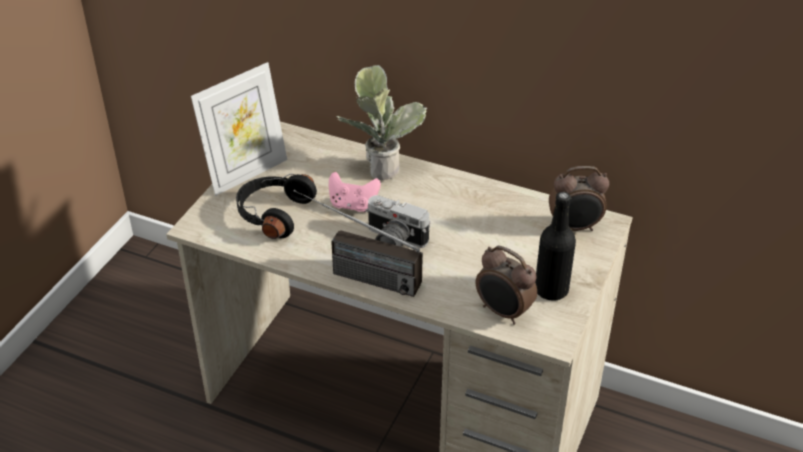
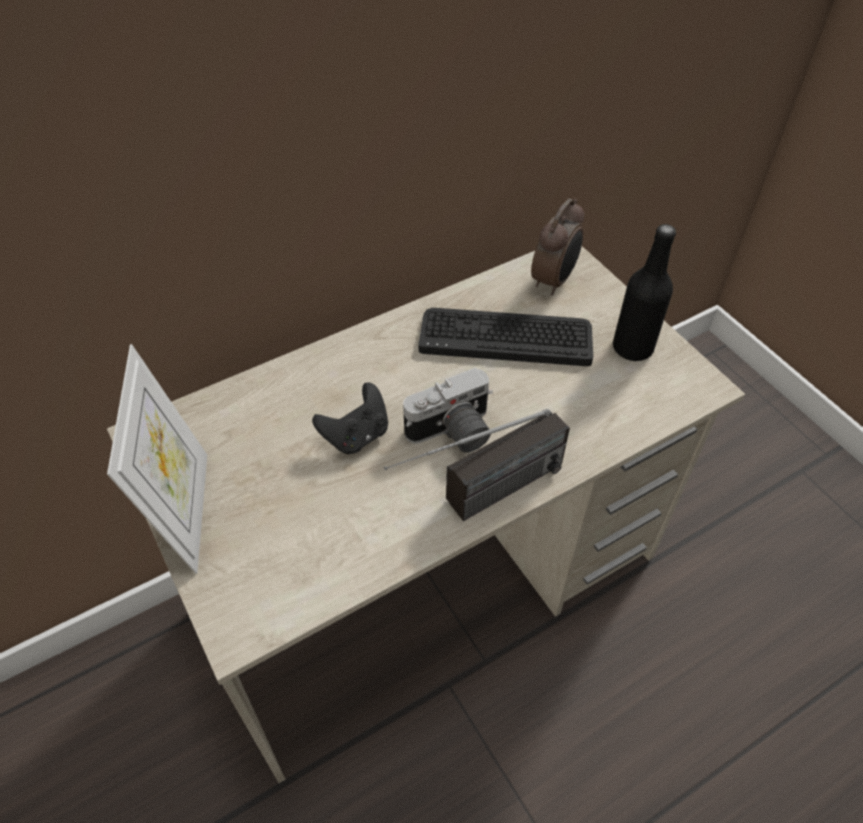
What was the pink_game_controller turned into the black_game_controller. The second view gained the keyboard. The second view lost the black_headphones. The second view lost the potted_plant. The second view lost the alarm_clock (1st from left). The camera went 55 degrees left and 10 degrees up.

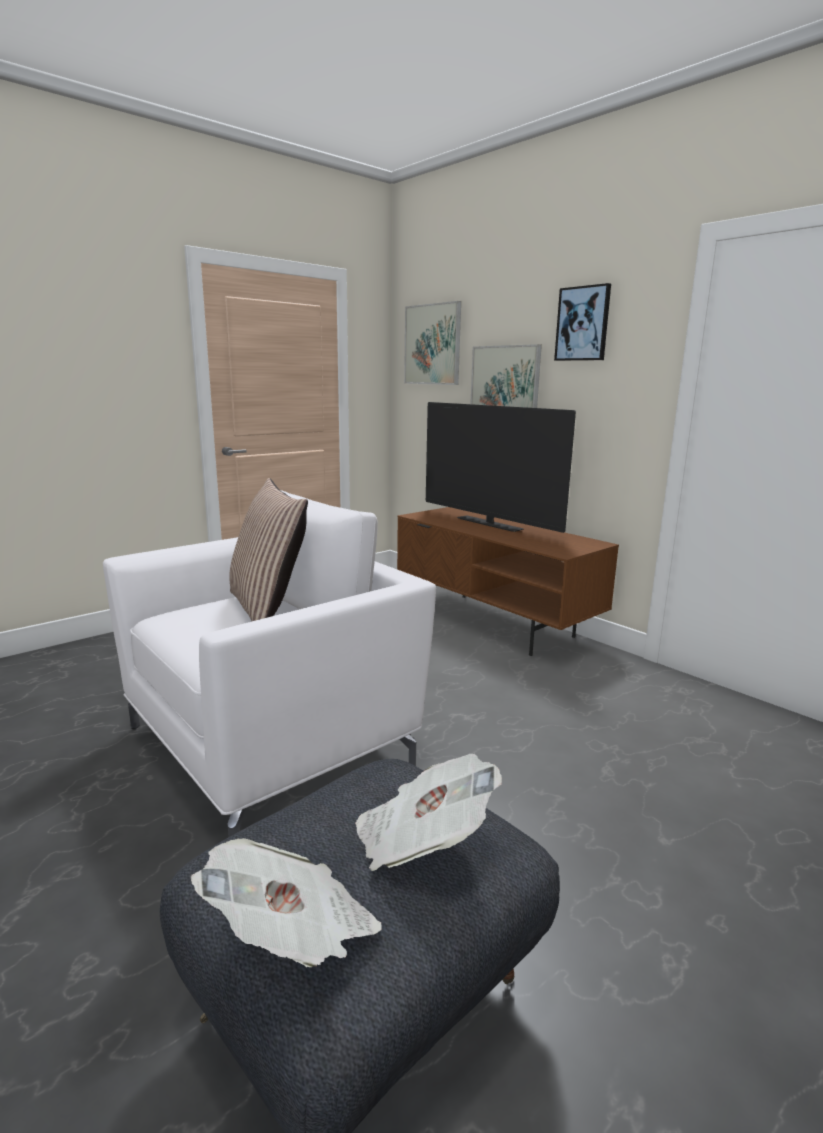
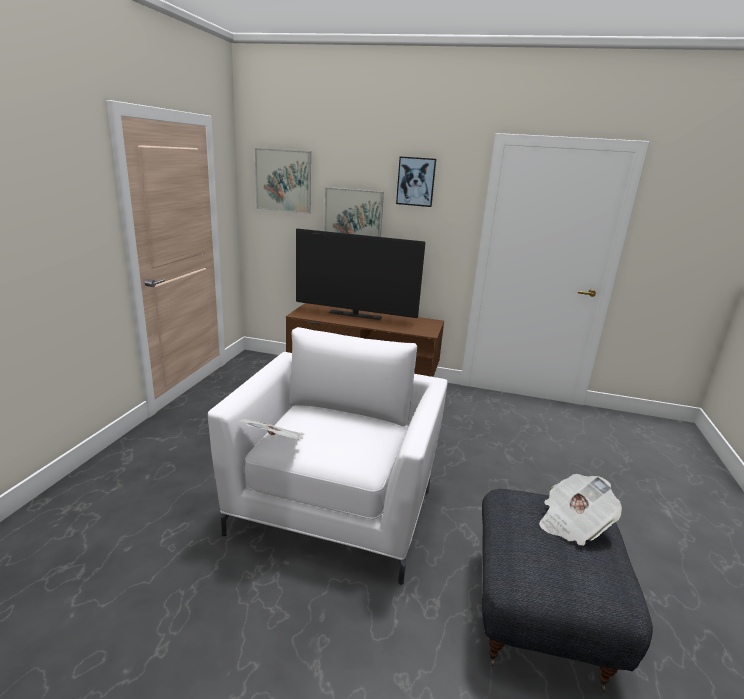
The newspaper (1st from left) ended up elsewhere. The second view lost the pillow. The camera went 35 degrees left and 5 degrees up.

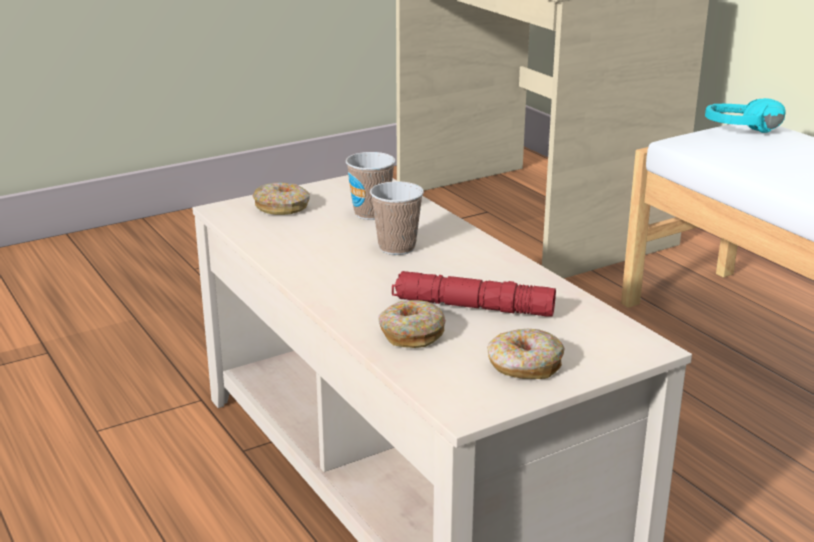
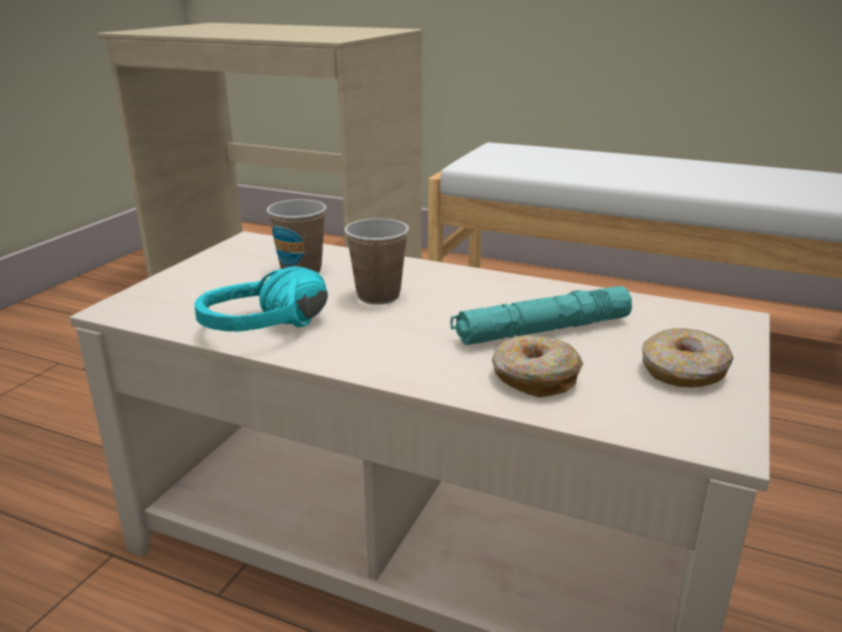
The turquoise_headphones ended up elsewhere. What was the red_flashlight turned into the turquoise_flashlight. The second view lost the donut (1st from left). The camera went 35 degrees left and 0 degrees up.

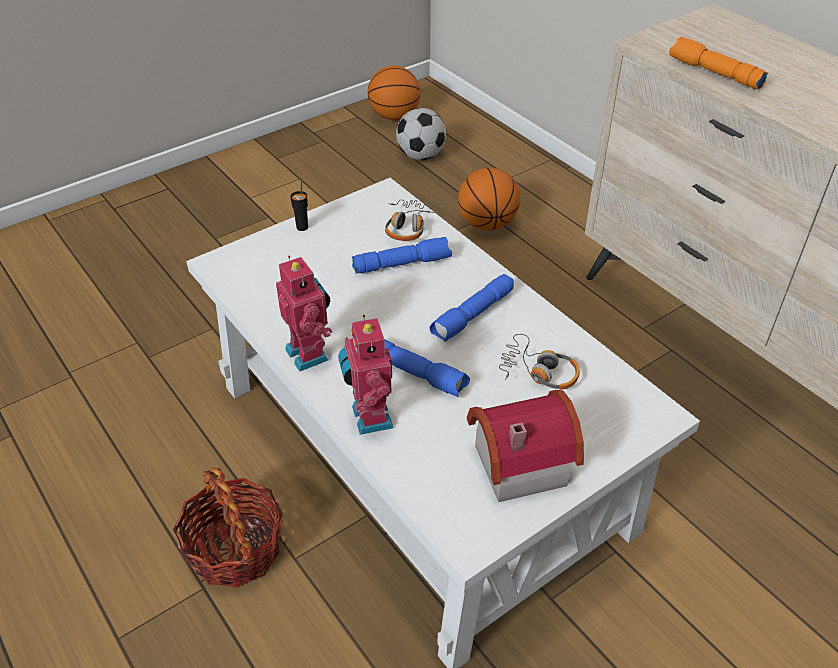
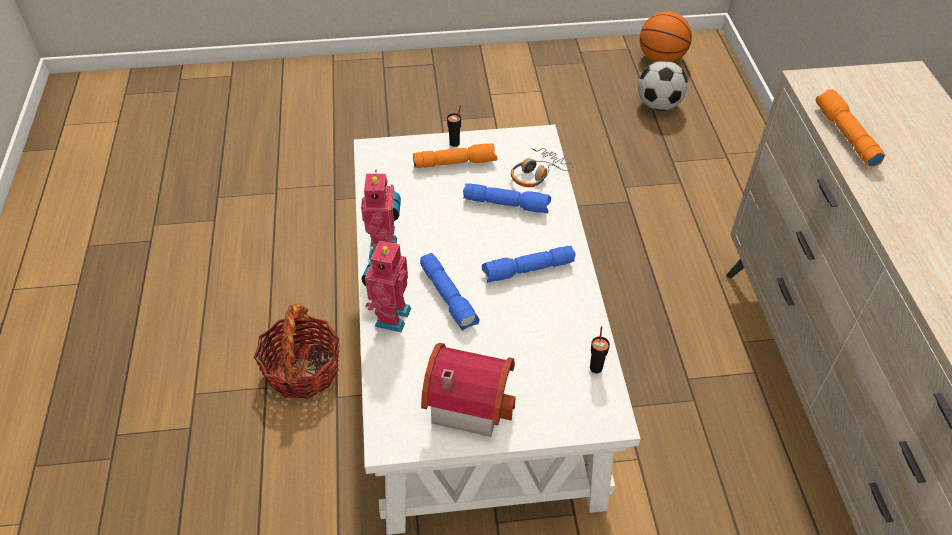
The second view gained the orange_flashlight (1st from left). The second view gained the black_cup (2nd from left). The second view lost the basketball (2nd from left). The second view lost the headphones (2nd from left). The camera went 30 degrees right and 5 degrees up.

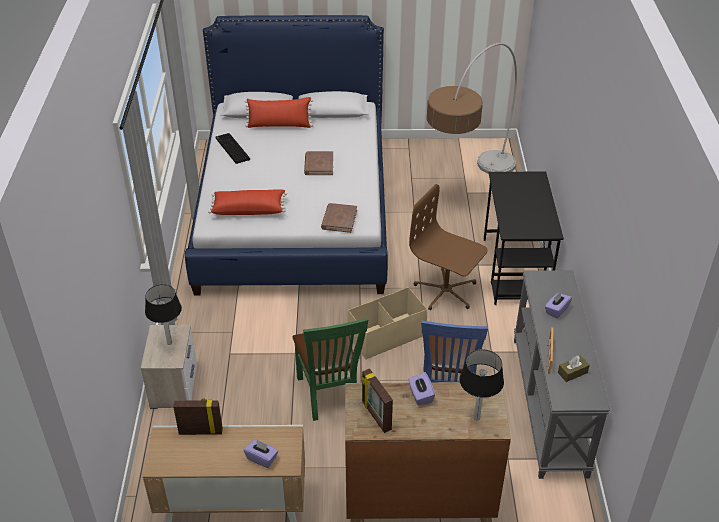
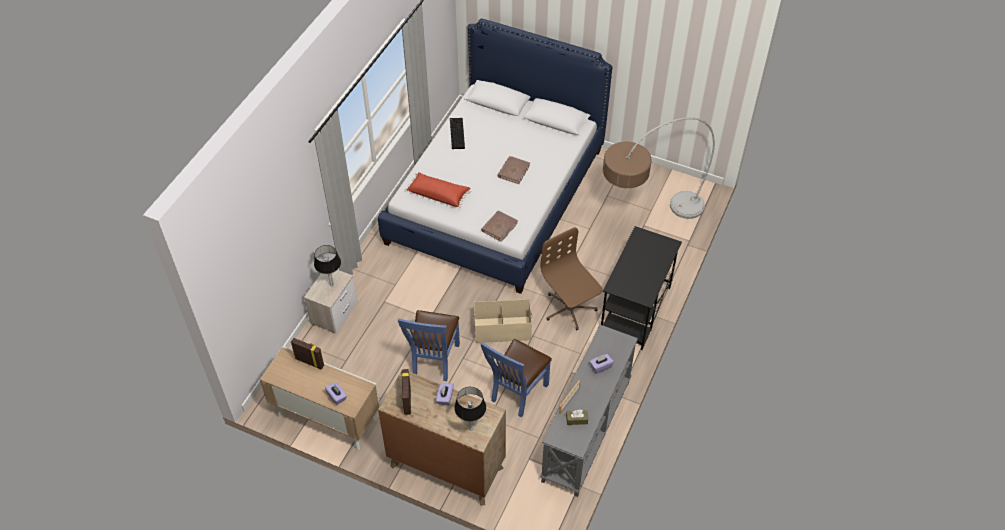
What was the green_chair turned into the blue_chair (1st from left). The second view lost the red_pillow (2nd from left). The camera went 25 degrees right and 10 degrees up.

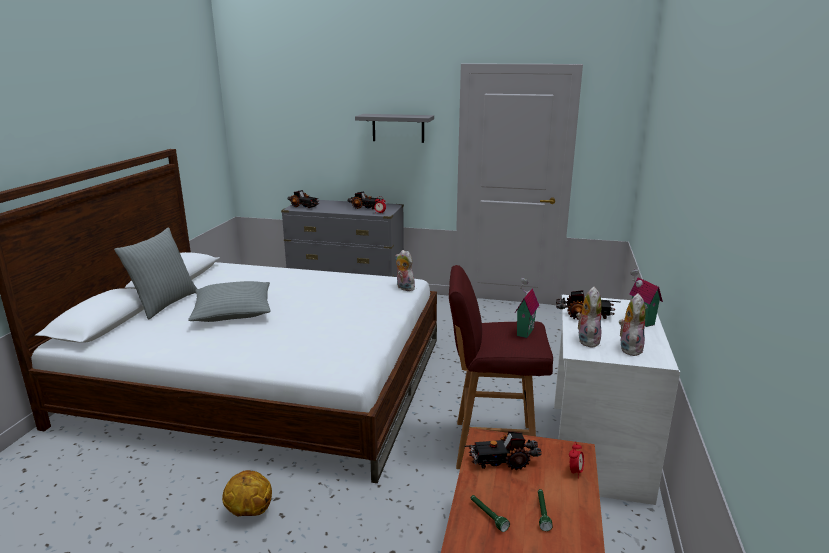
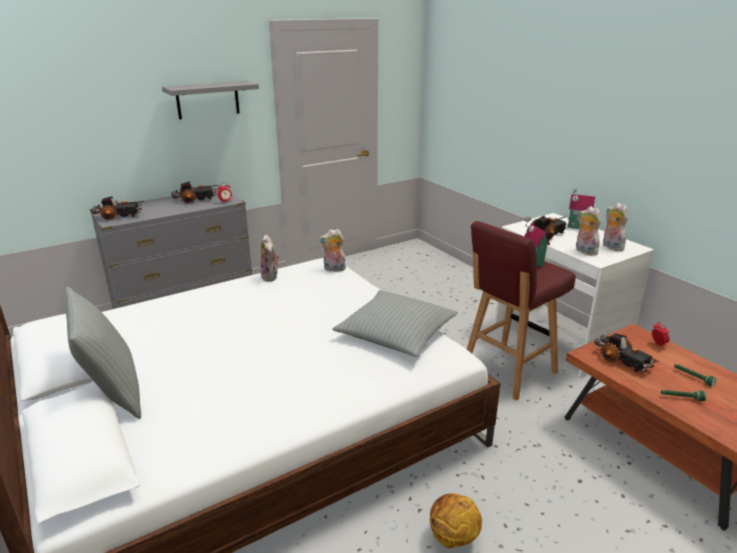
The second view gained the plush_toy (1st from left). The grey_pillow (2nd from left) ended up elsewhere. The toy_truck (3rd from left in the first image) ended up facing another way, 75 degrees counterclockwise from before. The camera went 45 degrees left and 5 degrees up.

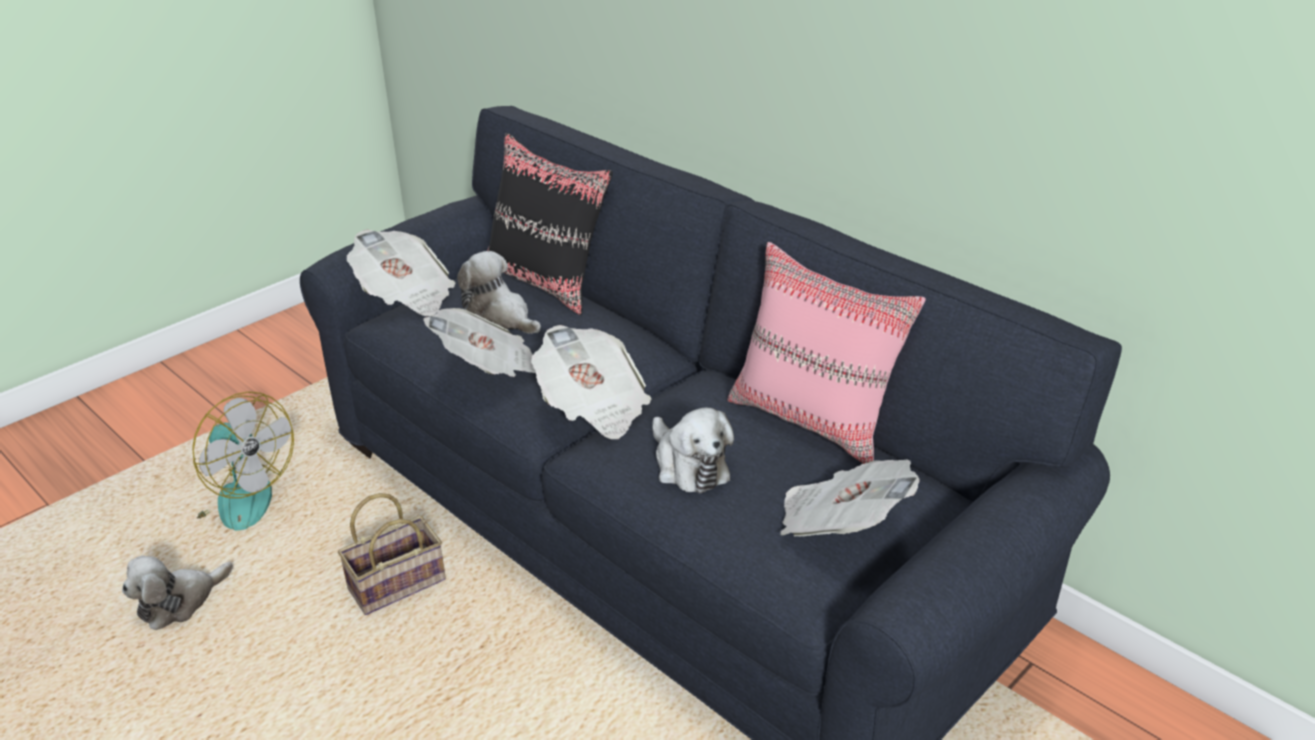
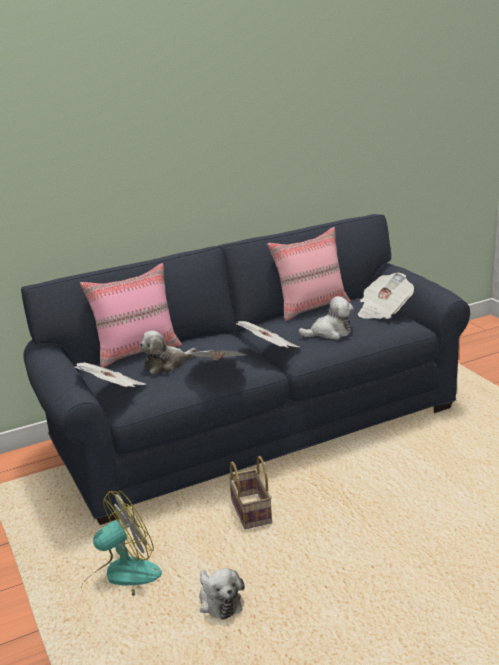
What was the black_pillow turned into the pink_pillow (1st from left). The camera went 70 degrees left and 10 degrees down.

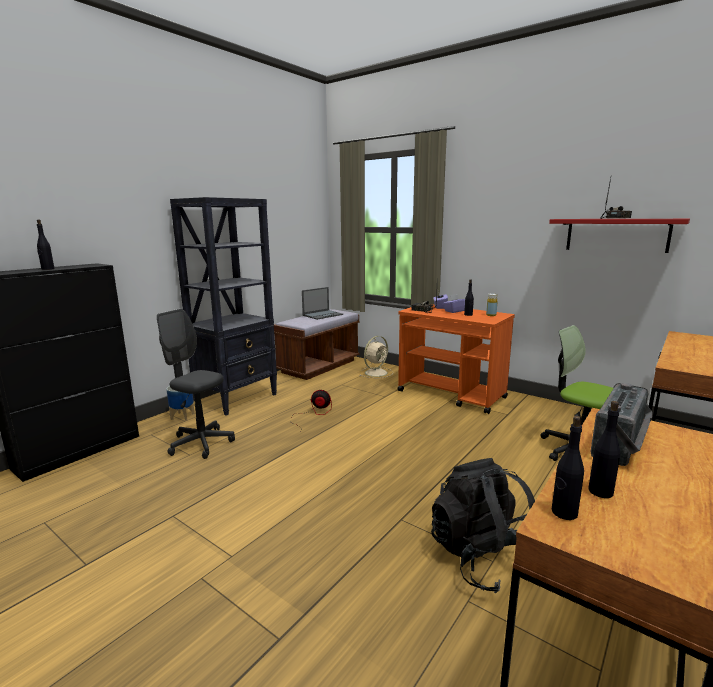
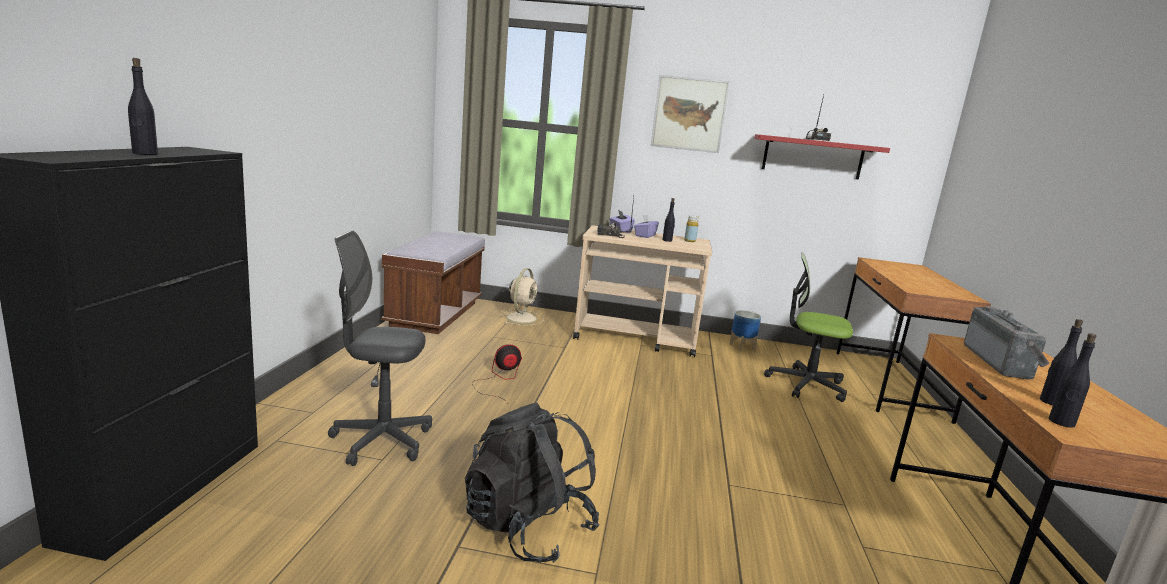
The black_backpack ended up elsewhere. What was the orange_cart turned into the beige_cart. The second view gained the picture. The planter ended up elsewhere. The second view lost the black_bookcase. The second view lost the laptop. The camera went 30 degrees left and 0 degrees up.

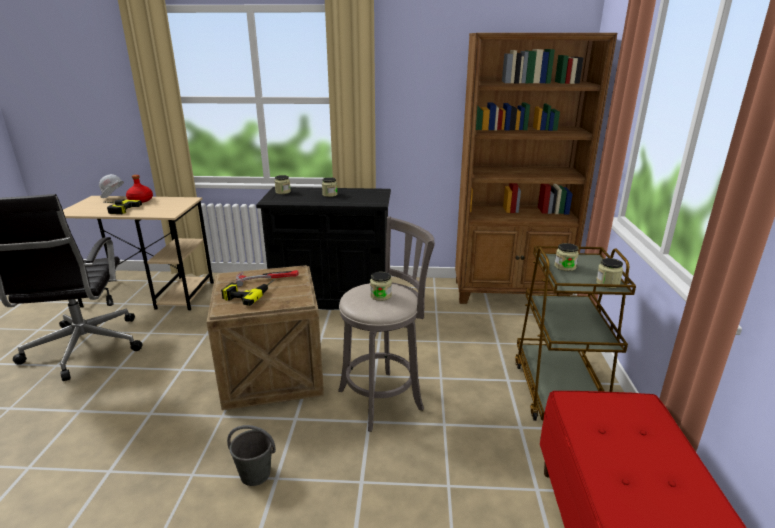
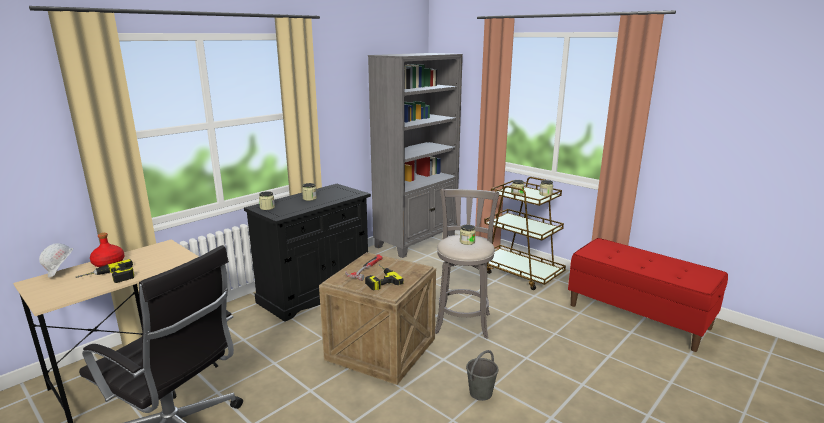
What was the brown_bookcase turned into the grey_bookcase. The camera went 50 degrees left and 5 degrees down.

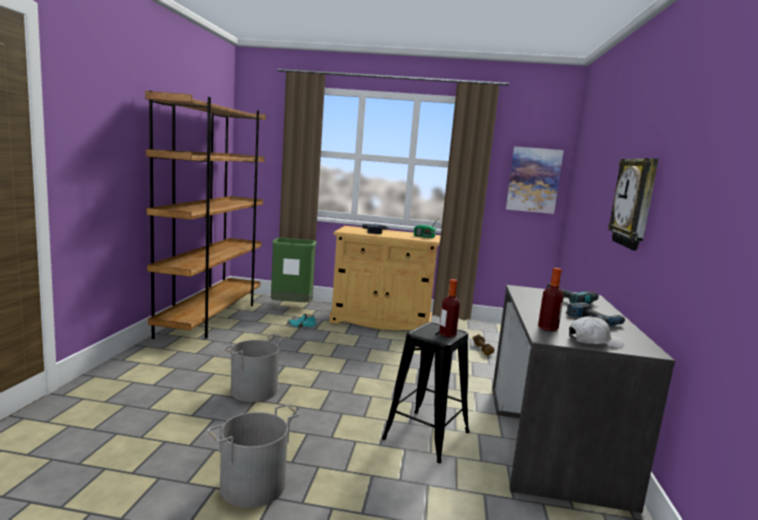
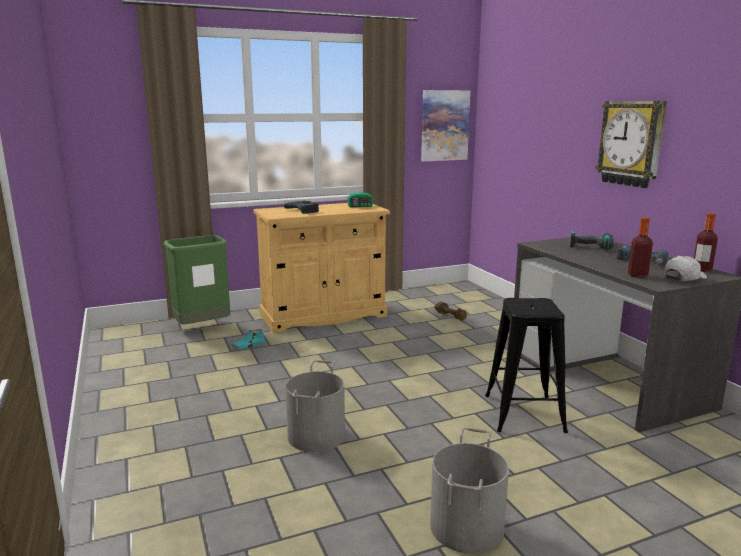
The bottle (1st from left in the first image) ended up elsewhere. The second view lost the brown_bookcase. The camera went 30 degrees left and 5 degrees up.

